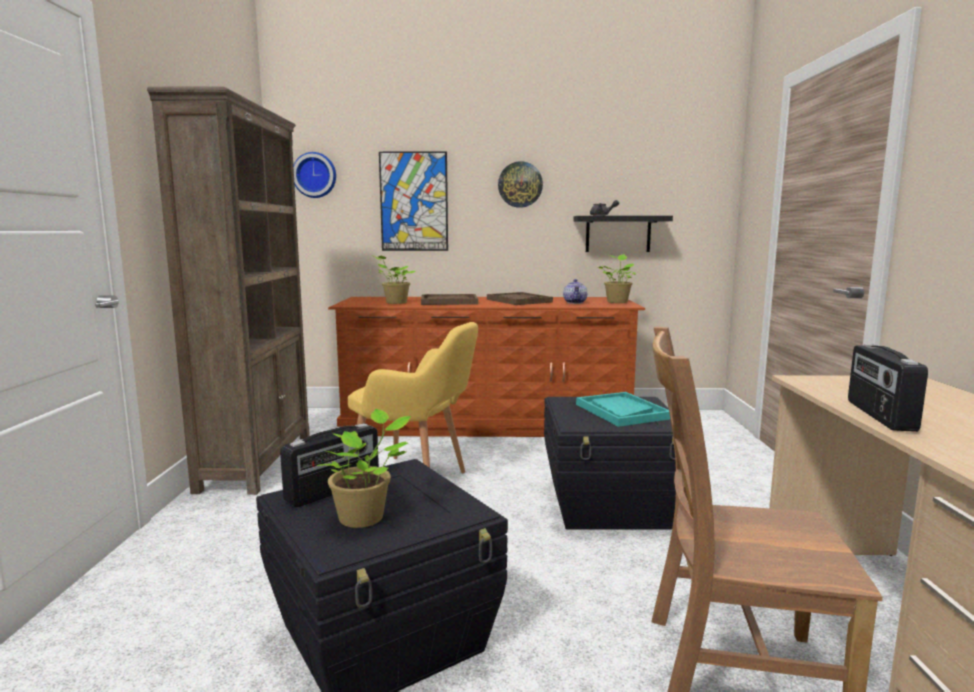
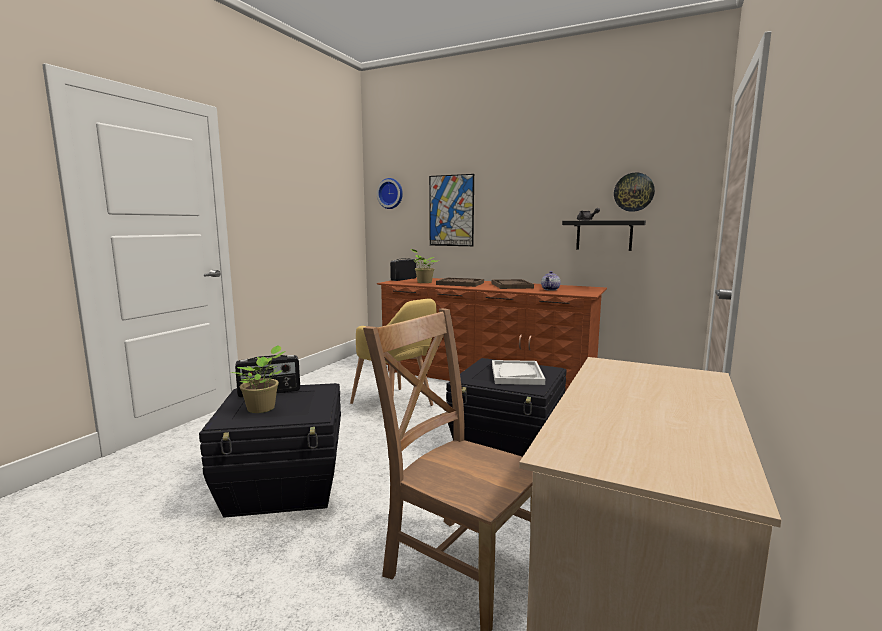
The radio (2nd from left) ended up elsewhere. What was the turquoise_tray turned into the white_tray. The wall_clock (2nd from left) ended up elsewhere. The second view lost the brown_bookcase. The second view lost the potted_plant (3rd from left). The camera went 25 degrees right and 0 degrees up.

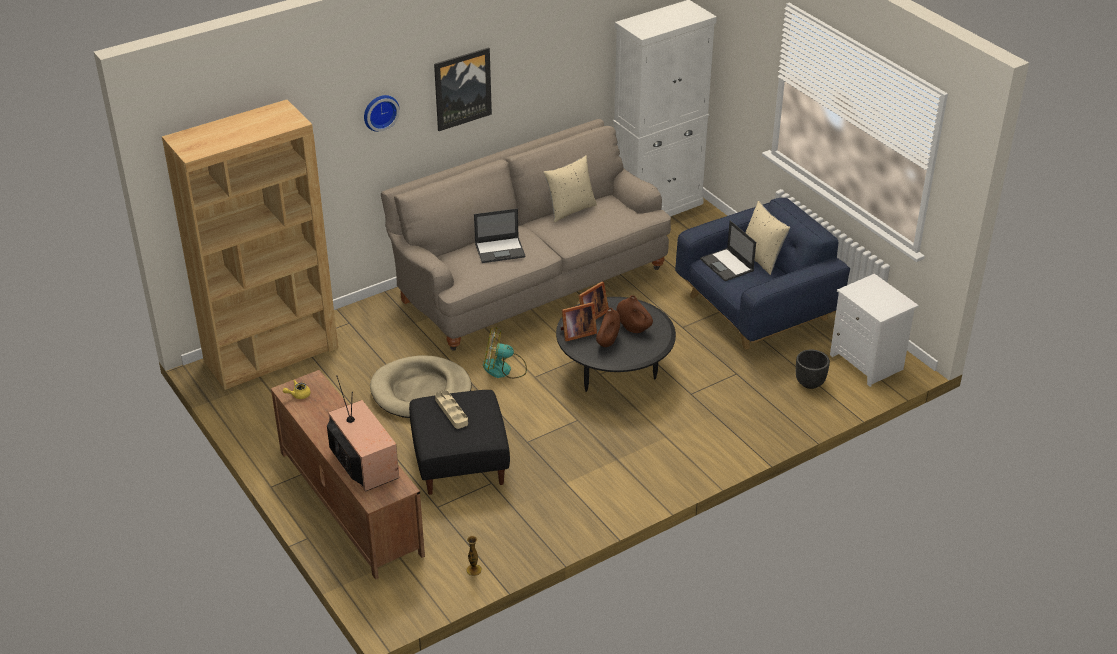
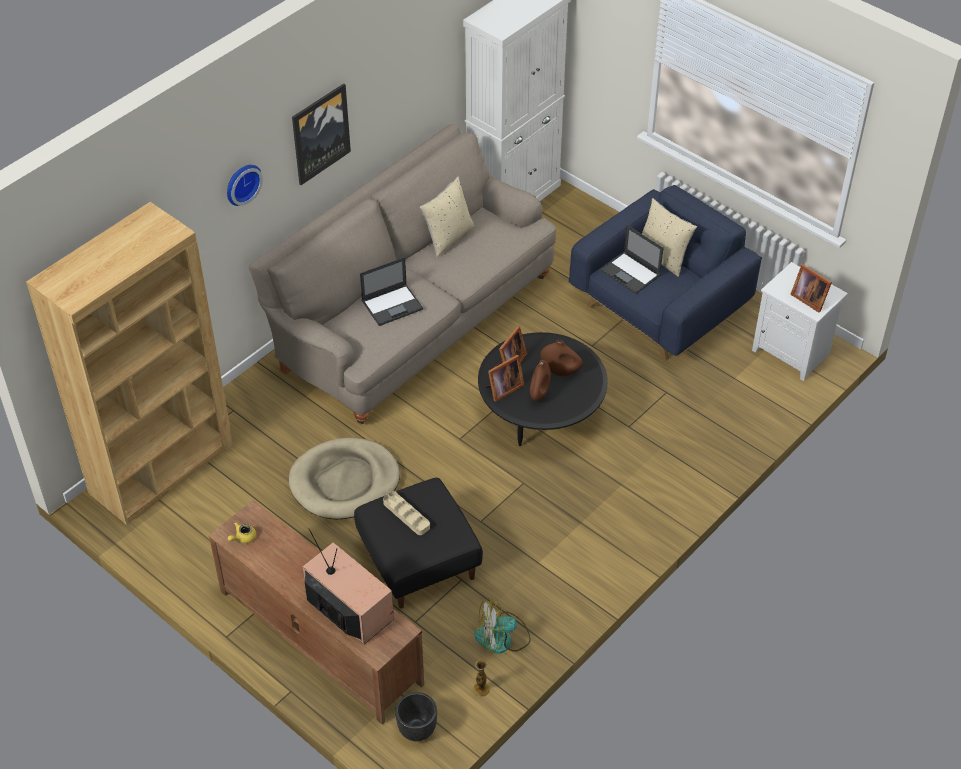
The black_planter ended up elsewhere. The fan ended up elsewhere. The second view gained the picture_frame (3rd from left). The camera went 15 degrees left and 10 degrees up.

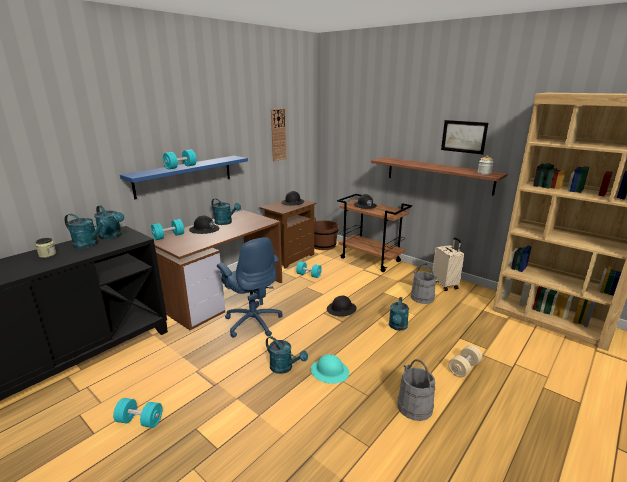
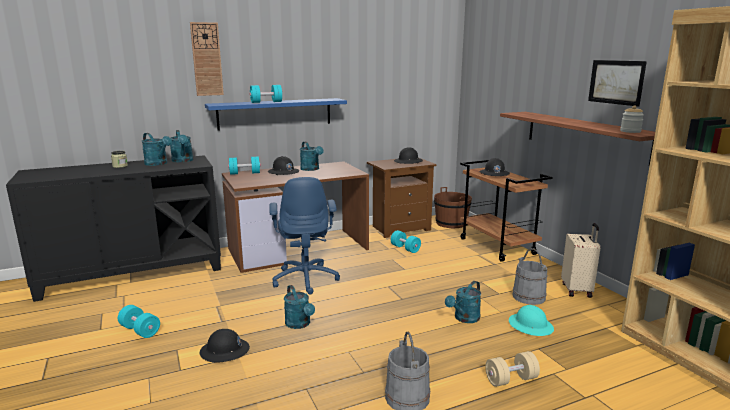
The wall_clock ended up elsewhere. The black_hard_hat (3rd from left in the first image) ended up elsewhere. The turquoise_hard_hat ended up elsewhere. The camera went 25 degrees right and 5 degrees down.

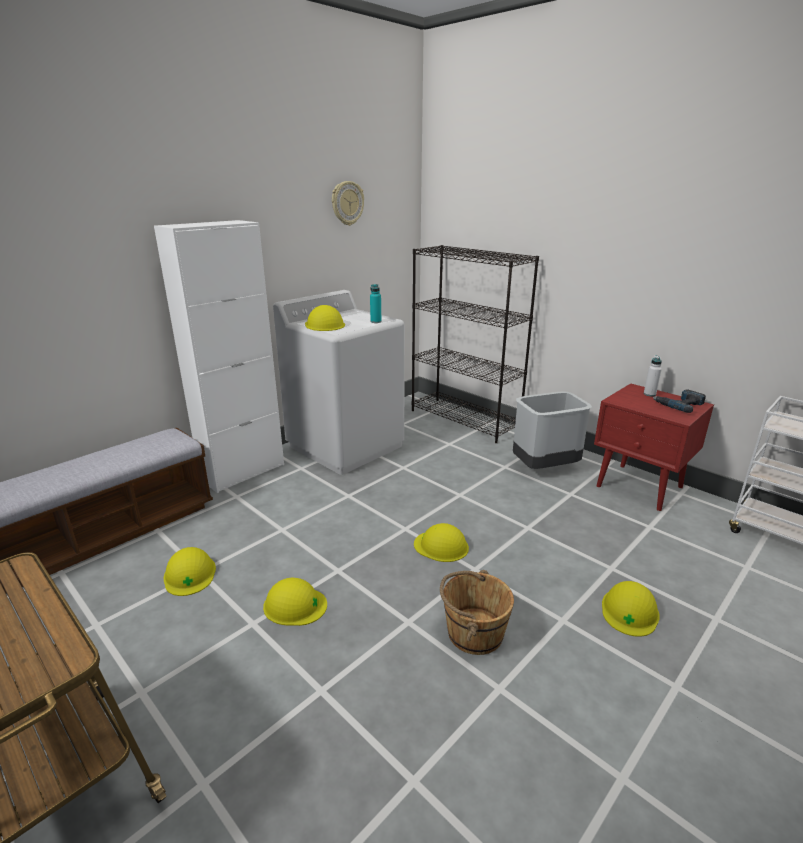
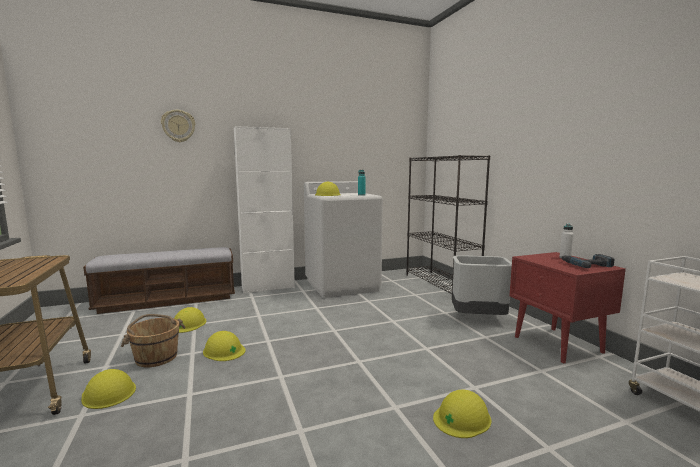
The yellow_hard_hat (4th from left in the first image) ended up elsewhere. The brown_bucket ended up elsewhere. The wall_clock ended up elsewhere. The camera went 25 degrees right and 15 degrees down.

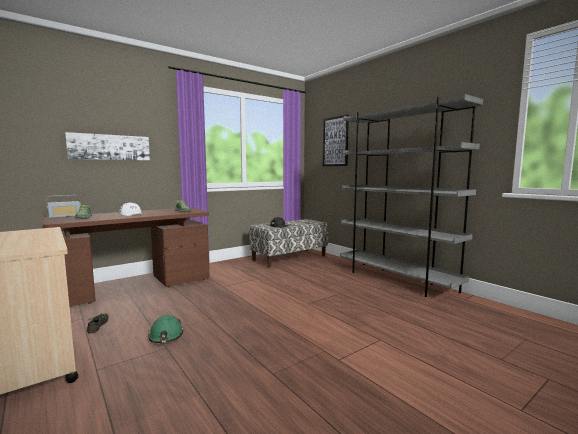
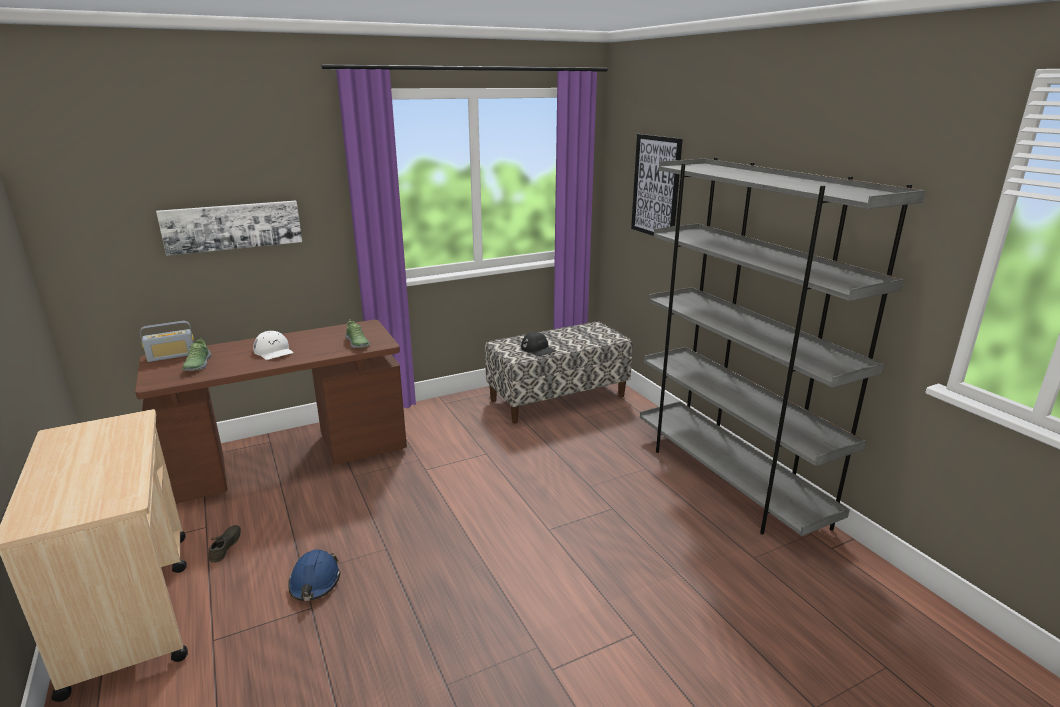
What was the green_hard_hat turned into the blue_hard_hat. The camera went 10 degrees right and 15 degrees up.

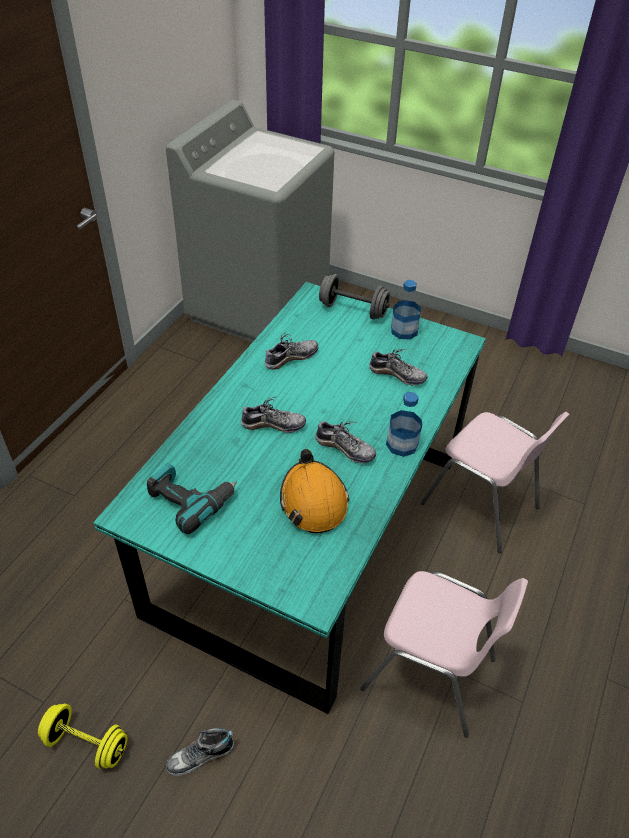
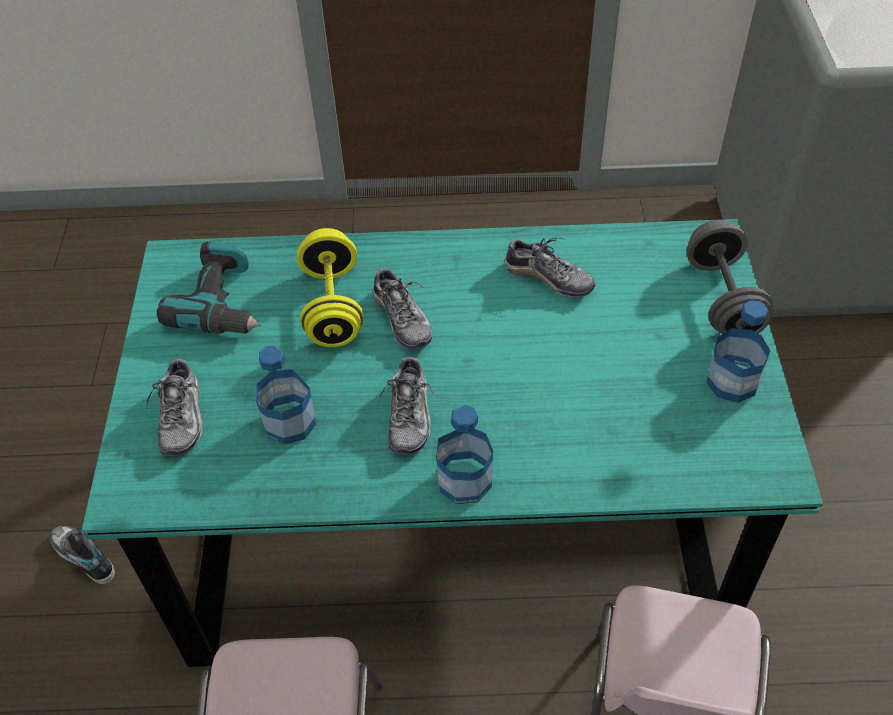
The shoe (5th from left in the first image) ended up elsewhere. Where the orange_hard_hat stood, the bottle (1st from left) came to stand. The yellow_dumbbell ended up elsewhere. The camera went 65 degrees right and 5 degrees up.

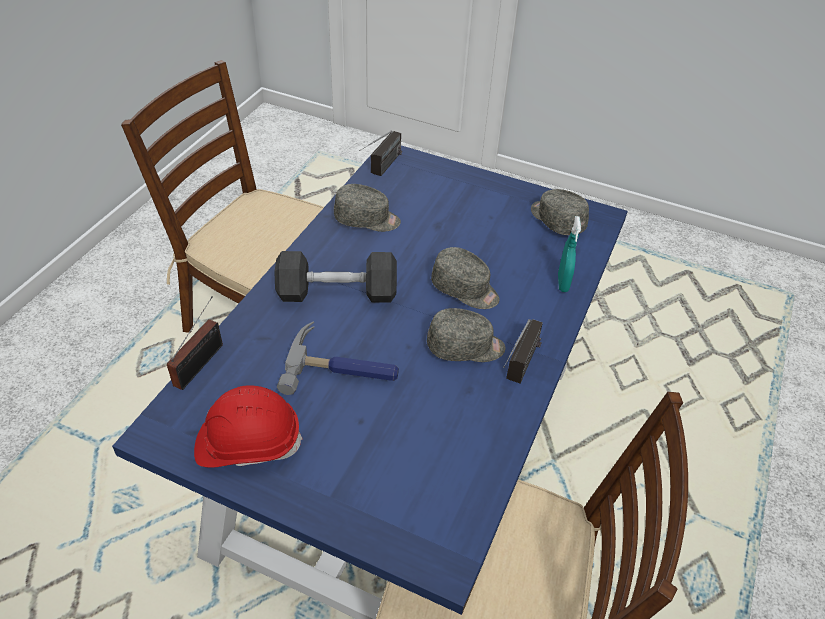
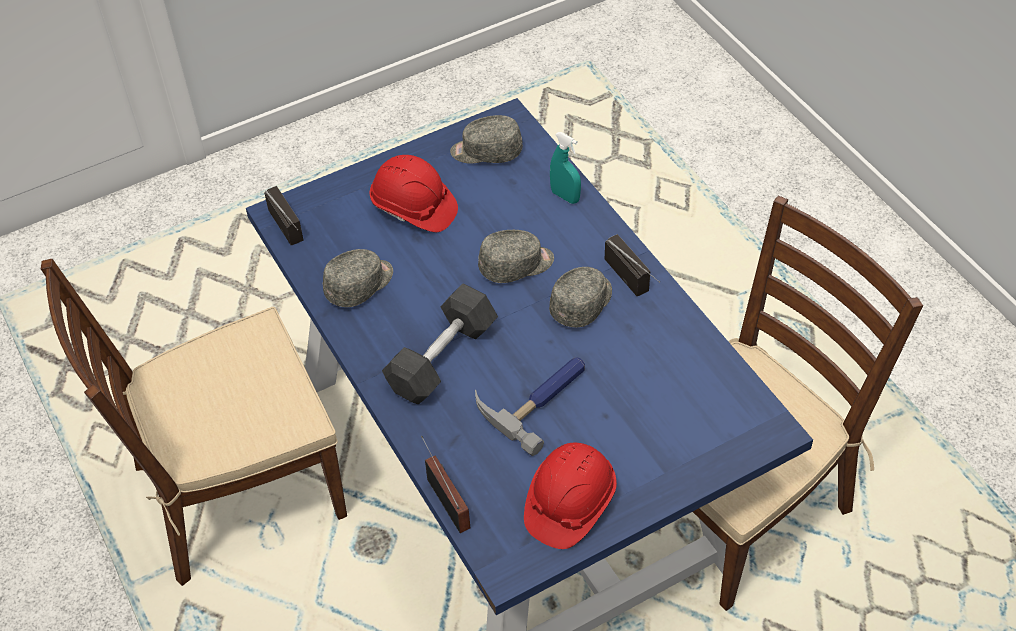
The second view gained the red_hard_hat (1st from left). The camera went 50 degrees left and 5 degrees up.

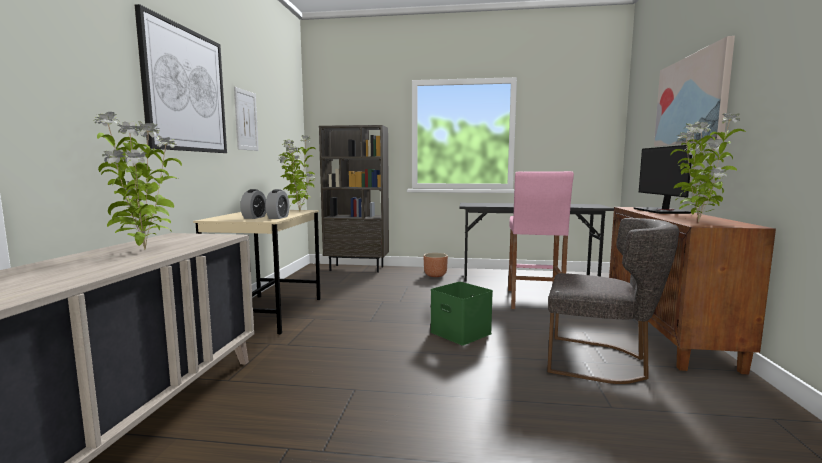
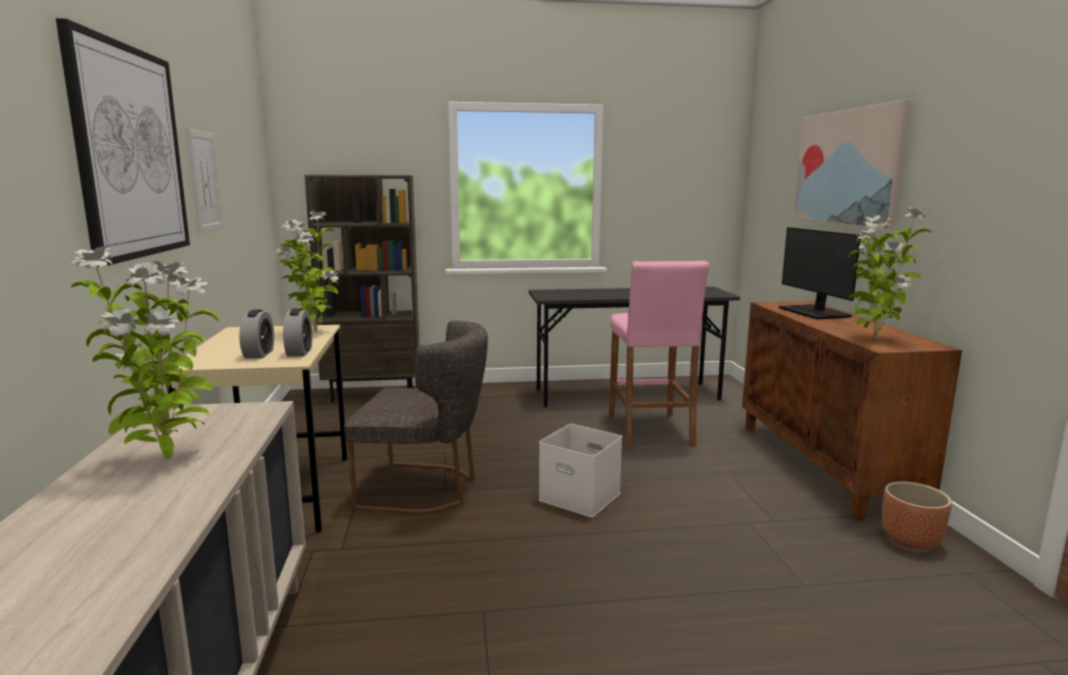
The grey_chair ended up elsewhere. What was the green_storage_box turned into the white_storage_box. The brown_planter ended up elsewhere. The camera went 15 degrees left and 5 degrees up.

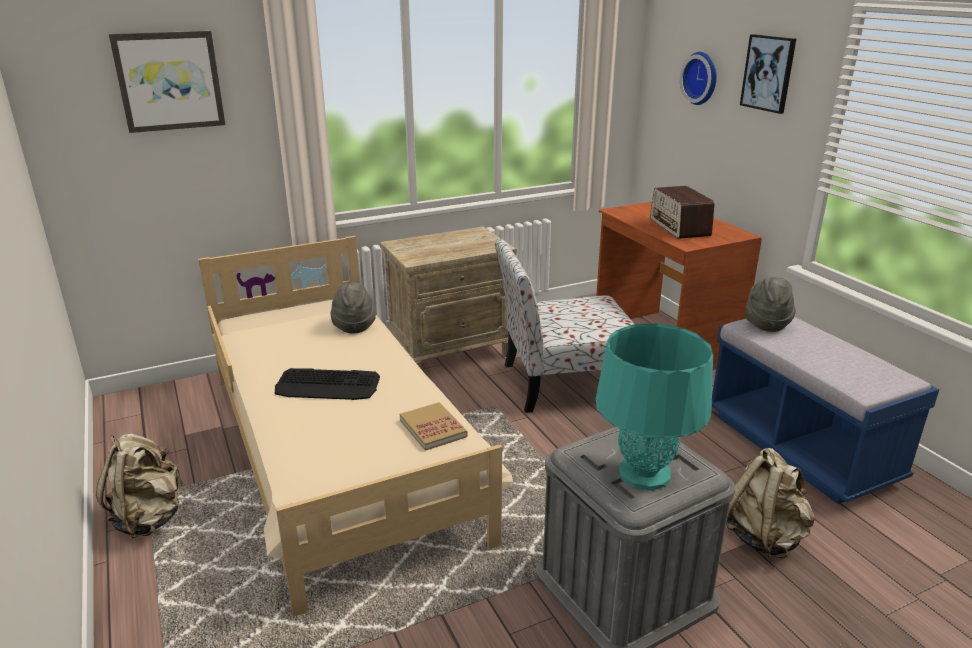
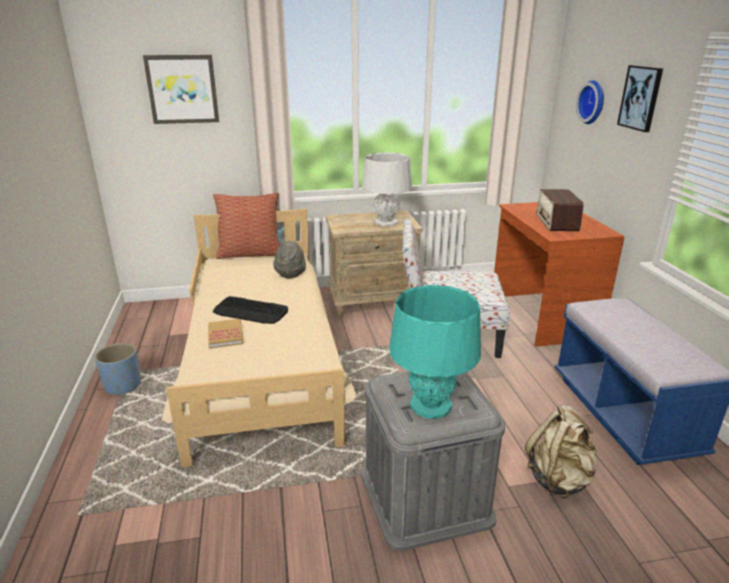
Where the beige_backpack (1st from left) stood, the blue_planter came to stand. The book ended up elsewhere. The second view gained the pillow. The second view gained the grey_table_lamp. The second view lost the grey_hat (2nd from left). The camera went 15 degrees right and 0 degrees up.

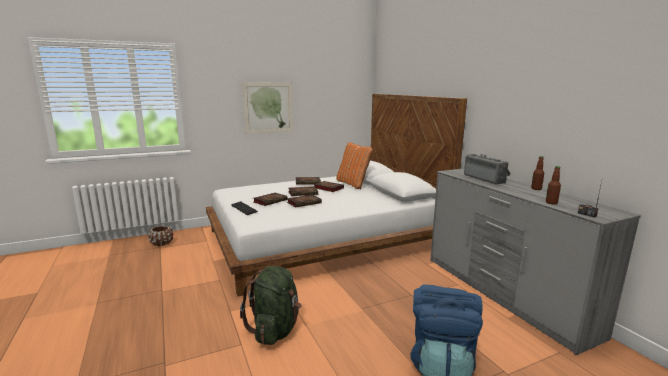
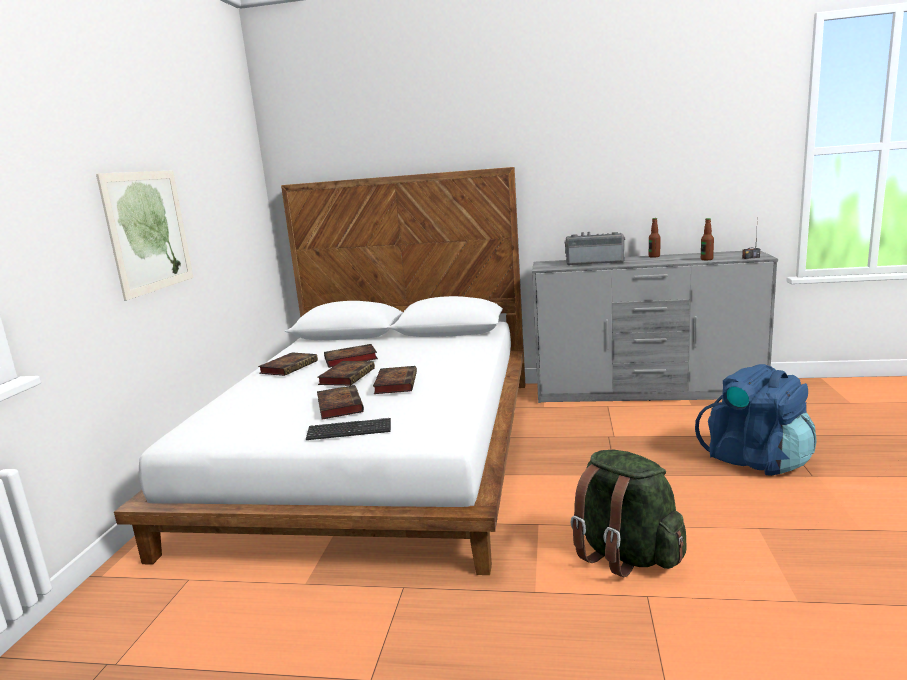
The second view lost the brown_planter. The second view lost the orange_pillow. The camera went 55 degrees left and 0 degrees up.

